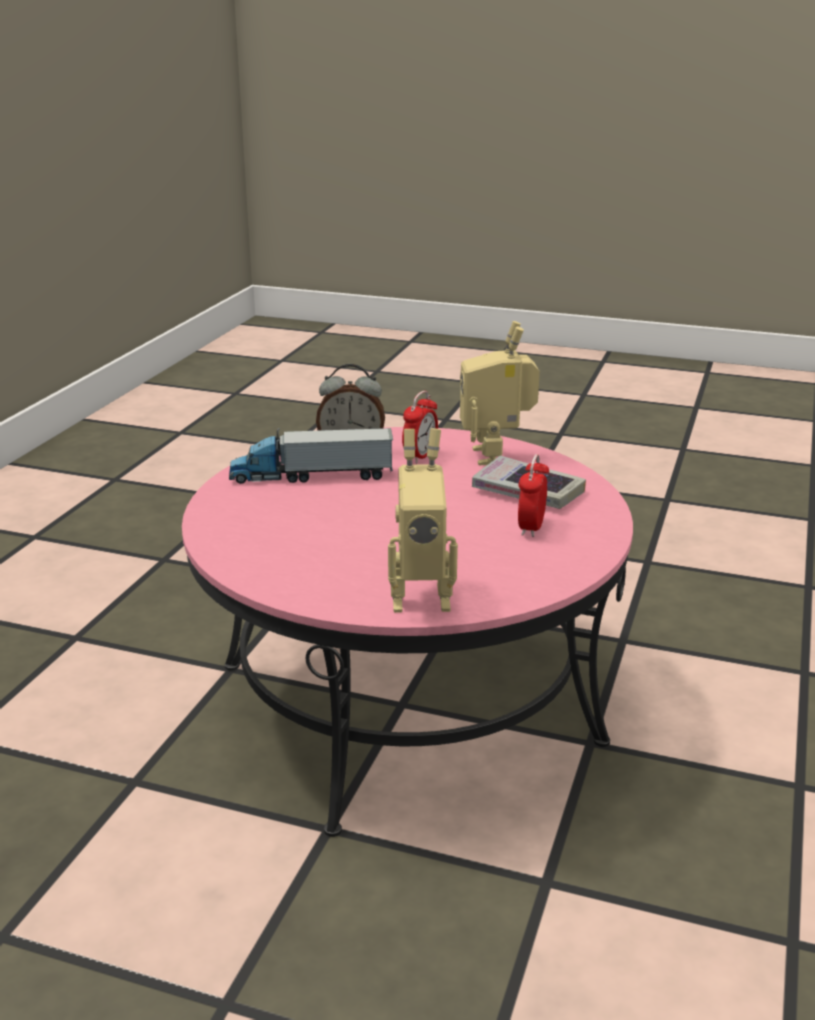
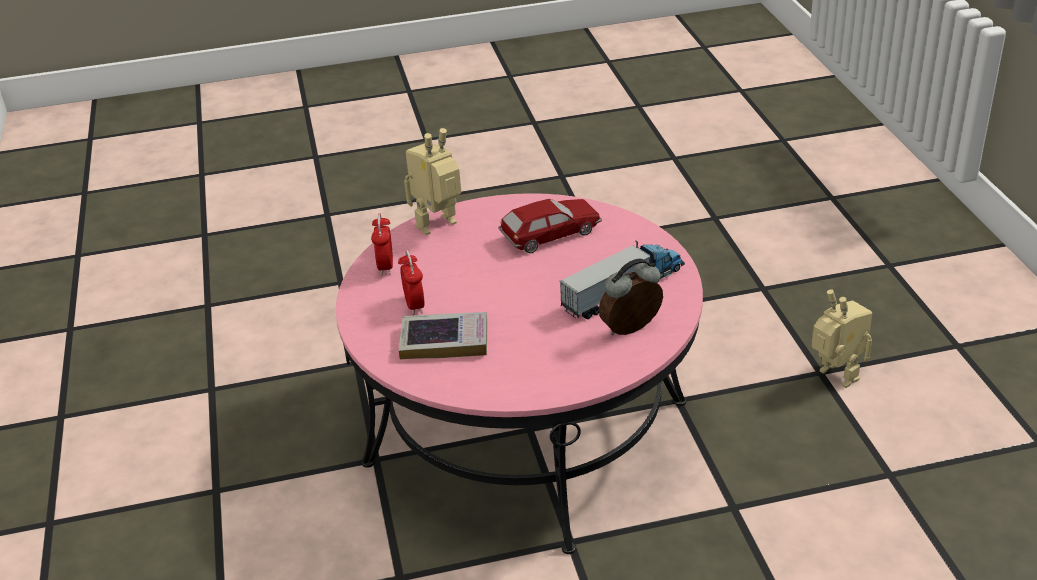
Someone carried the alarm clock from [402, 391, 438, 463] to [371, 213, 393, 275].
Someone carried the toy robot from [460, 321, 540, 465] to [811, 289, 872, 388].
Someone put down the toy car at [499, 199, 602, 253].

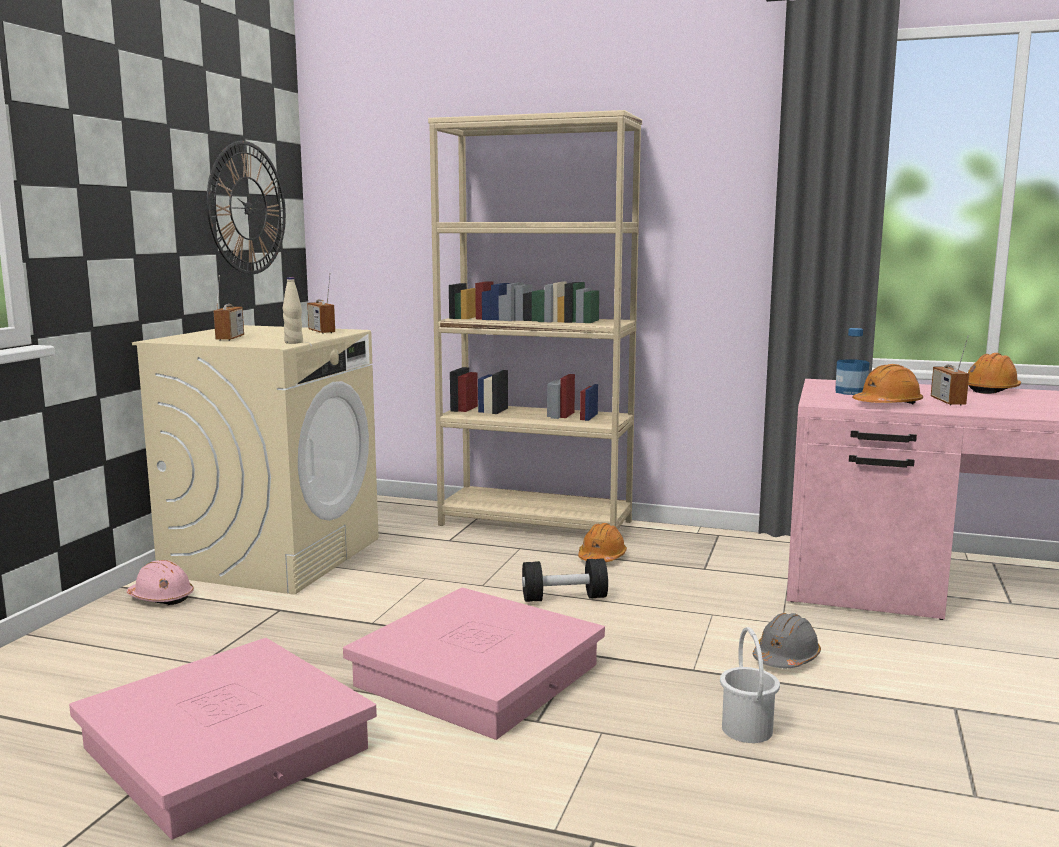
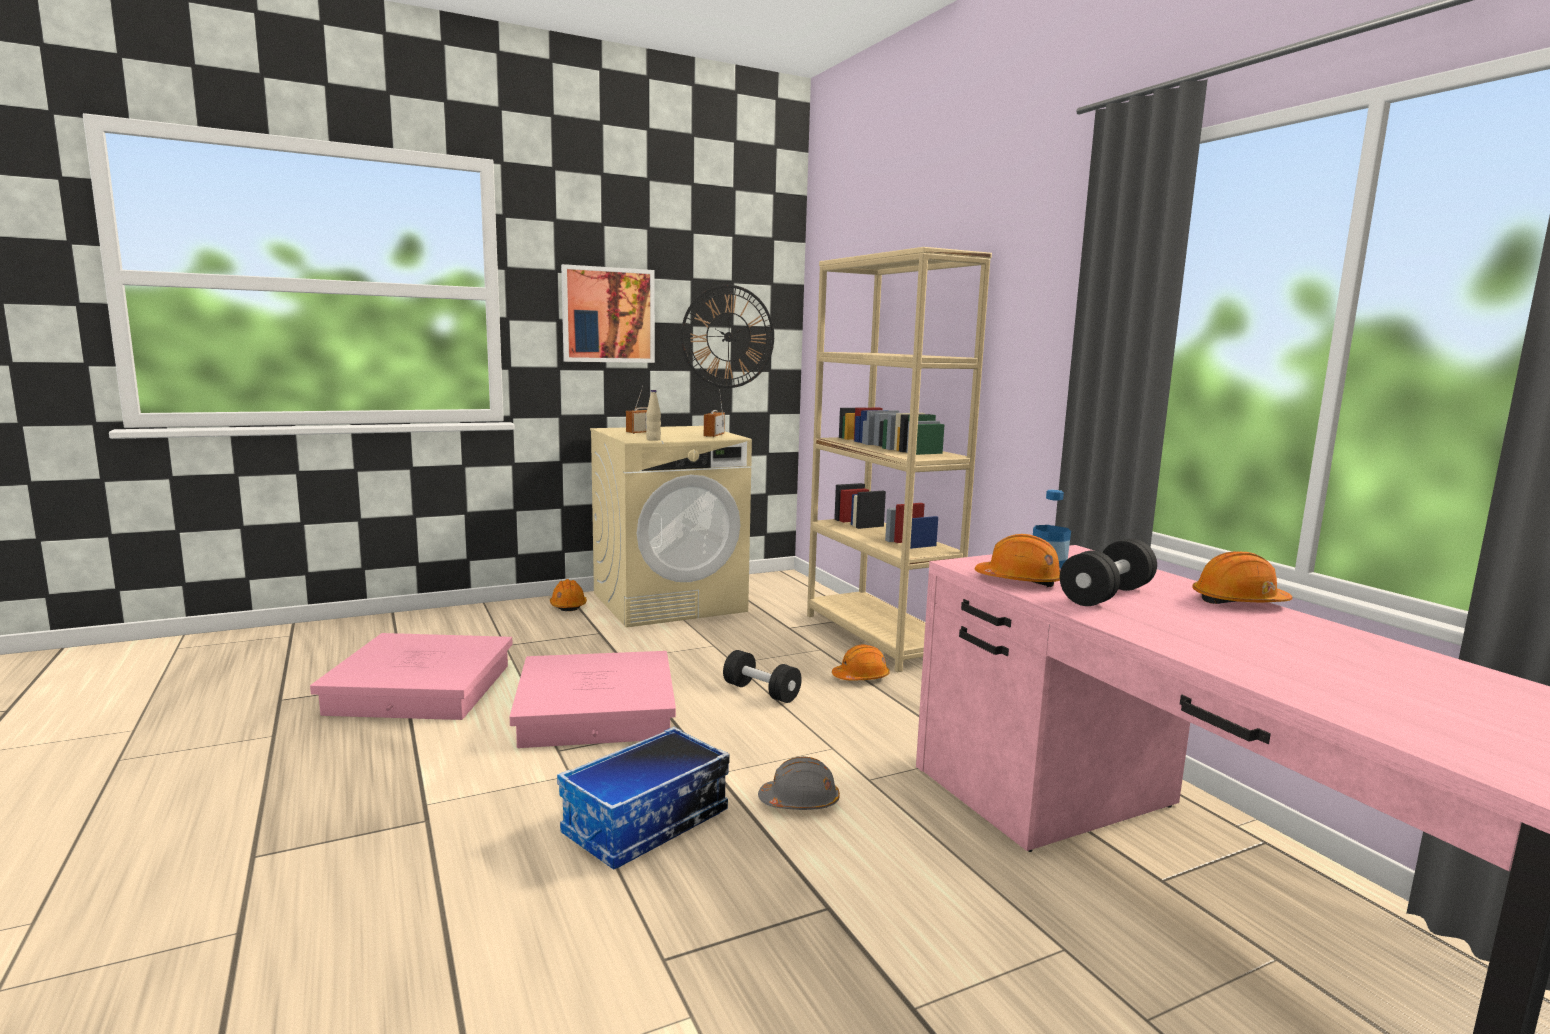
Someone repainted the pink hard hat at [127, 560, 194, 605], which became the orange hard hat at [550, 579, 587, 611].
Someone swapped the white bucket at [720, 627, 780, 743] for the storage box at [557, 727, 730, 870].
Someone swapped the radio at [931, 335, 969, 405] for the black dumbbell at [1060, 539, 1157, 606].
Someone put up the picture at [561, 264, 655, 363].

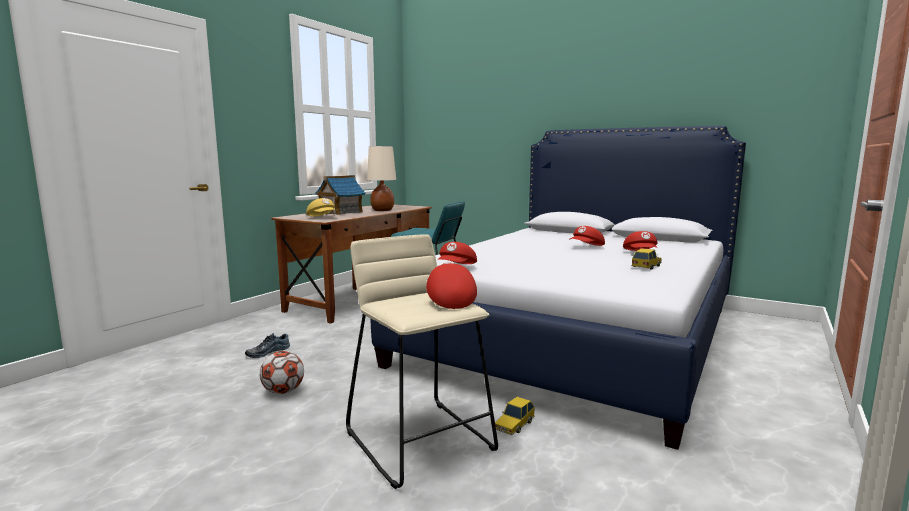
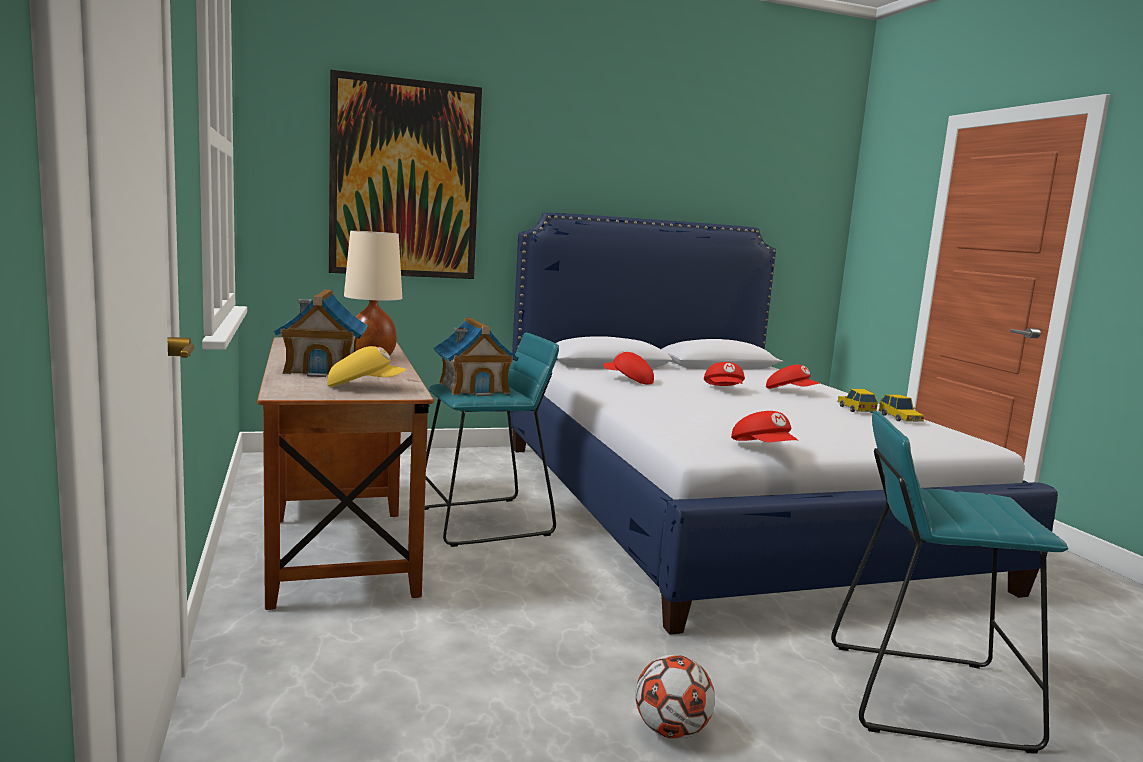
Someone took away the shoe at [245, 333, 290, 358].
Someone repainted the beige stool at [346, 234, 498, 489], which became the turquoise stool at [831, 411, 1069, 754].
Someone carried the red cap from [426, 262, 477, 309] to [603, 351, 654, 385].
Someone carried the toy car from [495, 397, 535, 435] to [879, 394, 924, 422].
Someone put up the picture at [329, 70, 482, 279].
Someone put down the toy house at [434, 317, 519, 396].

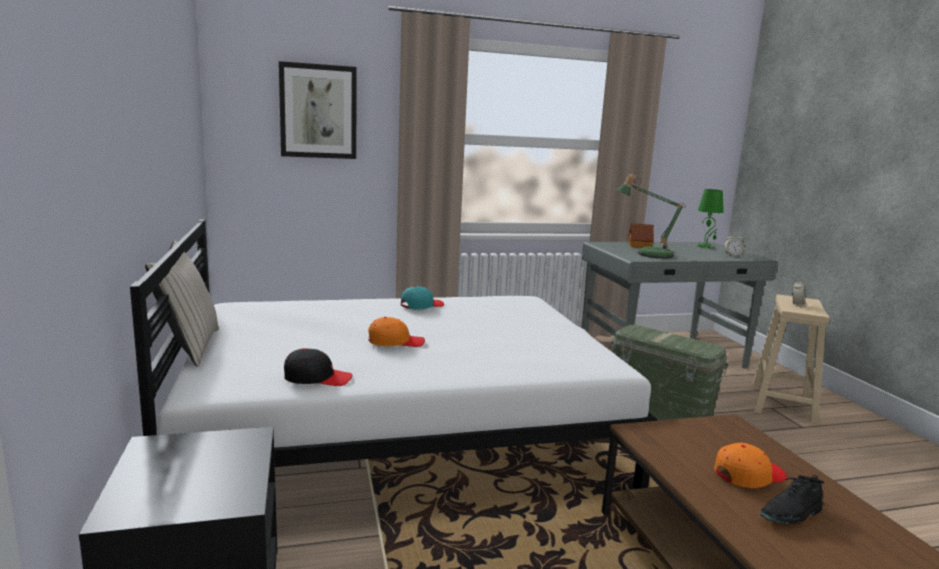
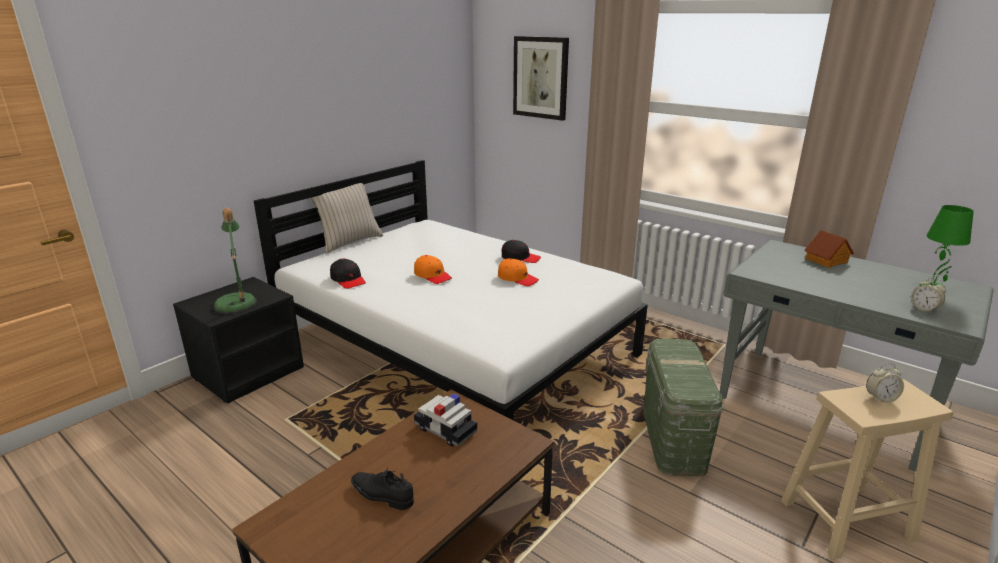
Someone repainted the turquoise cap at [401, 286, 444, 310], which became the black cap at [501, 240, 541, 263].
Someone carried the table lamp from [617, 174, 686, 259] to [213, 207, 257, 314].
Someone carried the orange cap from [714, 443, 787, 488] to [498, 258, 539, 286].
Someone put down the toy car at [414, 394, 477, 447].

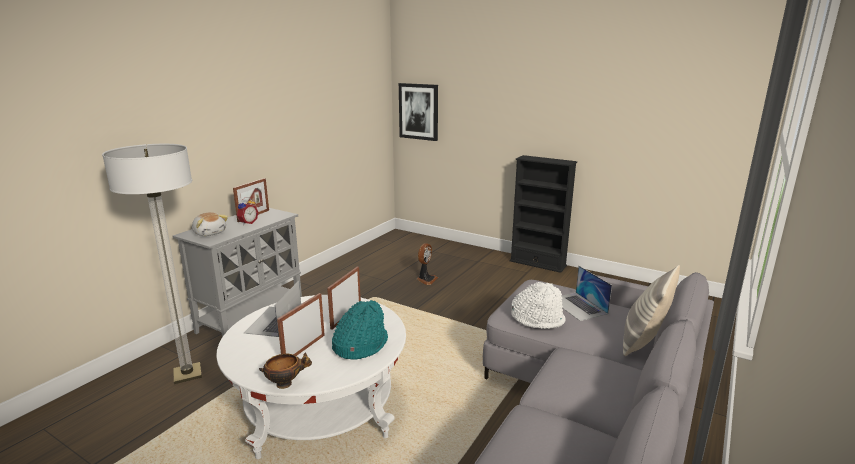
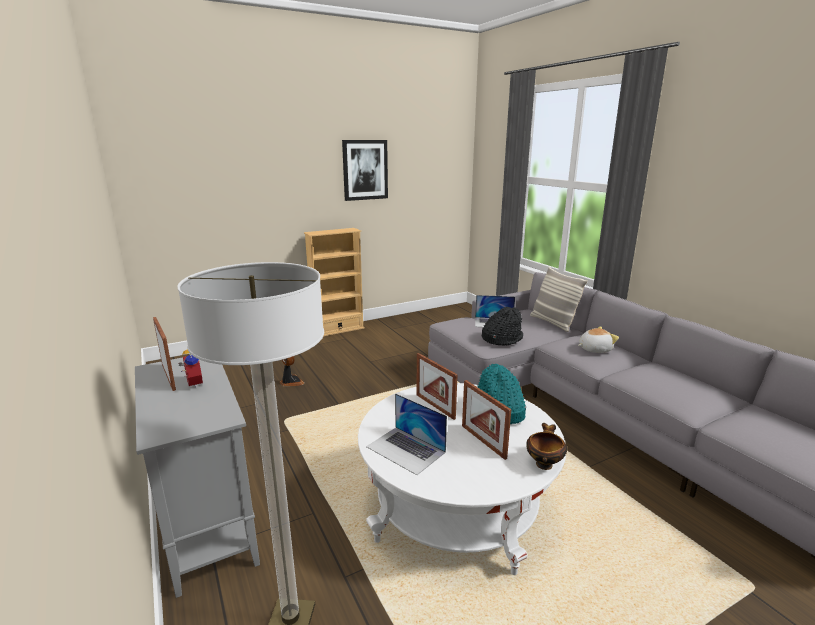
Someone carried the plush toy from [192, 212, 228, 236] to [578, 327, 619, 353].
Someone carried the picture from [399, 83, 438, 141] to [342, 140, 388, 201].
Someone repainted the black bookcase at [510, 155, 577, 273], which became the beige bookcase at [304, 228, 365, 337].
Someone repainted the white hat at [511, 282, 566, 329], which became the black hat at [482, 307, 523, 346].

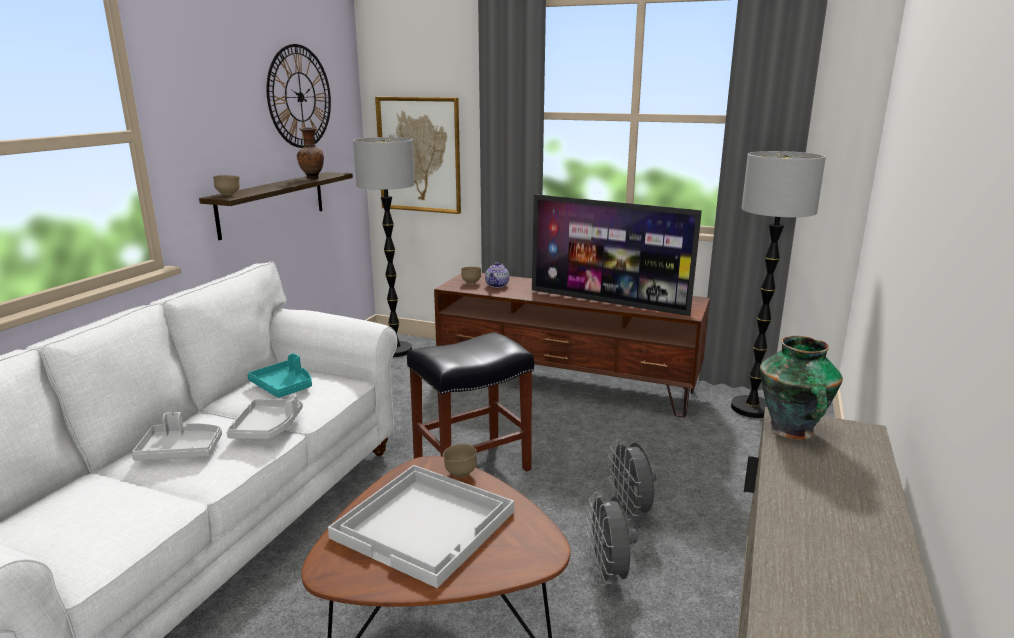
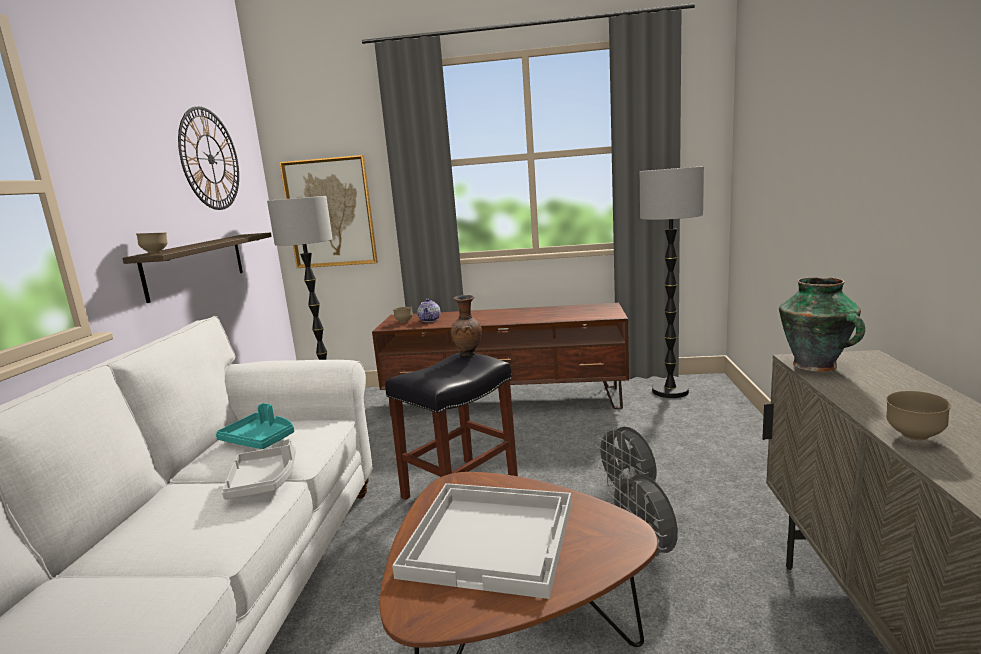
Someone took away the grey tray at [132, 412, 222, 461].
Someone carried the brown vase from [297, 127, 324, 180] to [451, 295, 482, 357].
Someone carried the brown bowl from [443, 444, 477, 477] to [886, 391, 951, 440].
Someone took away the television at [532, 194, 702, 316].

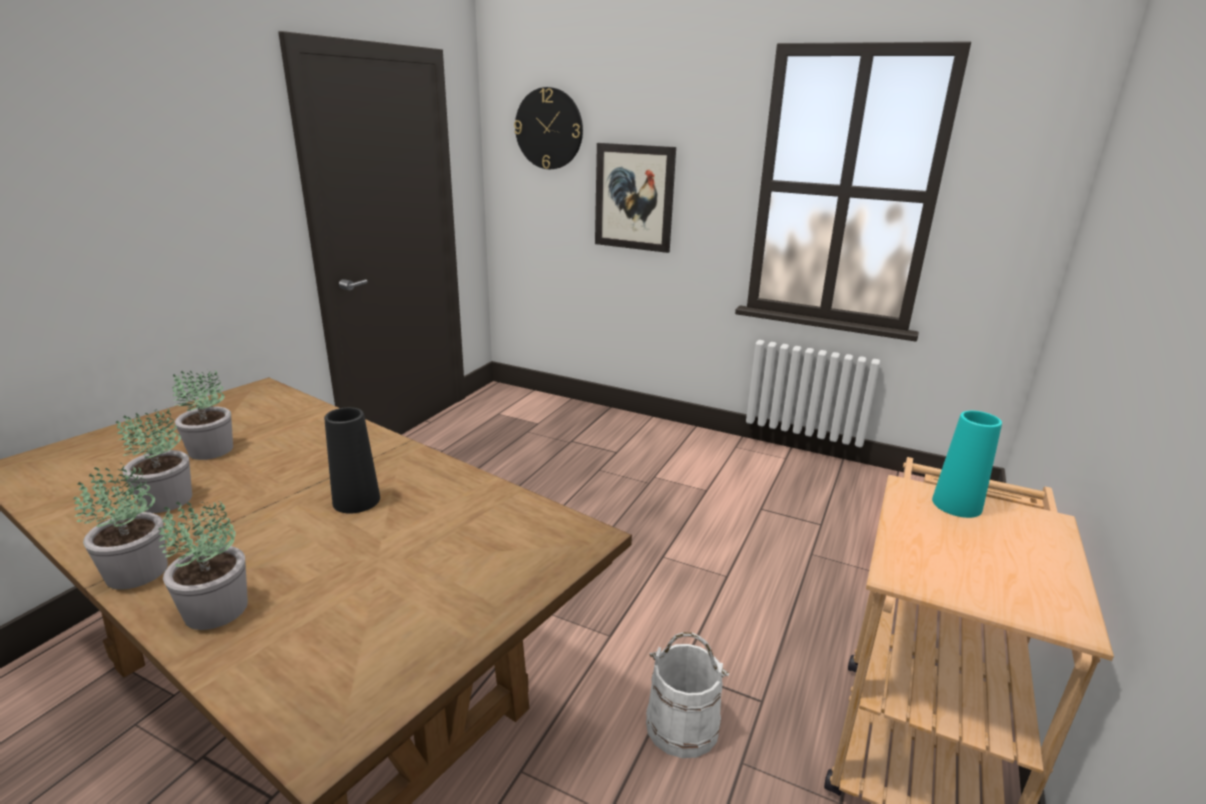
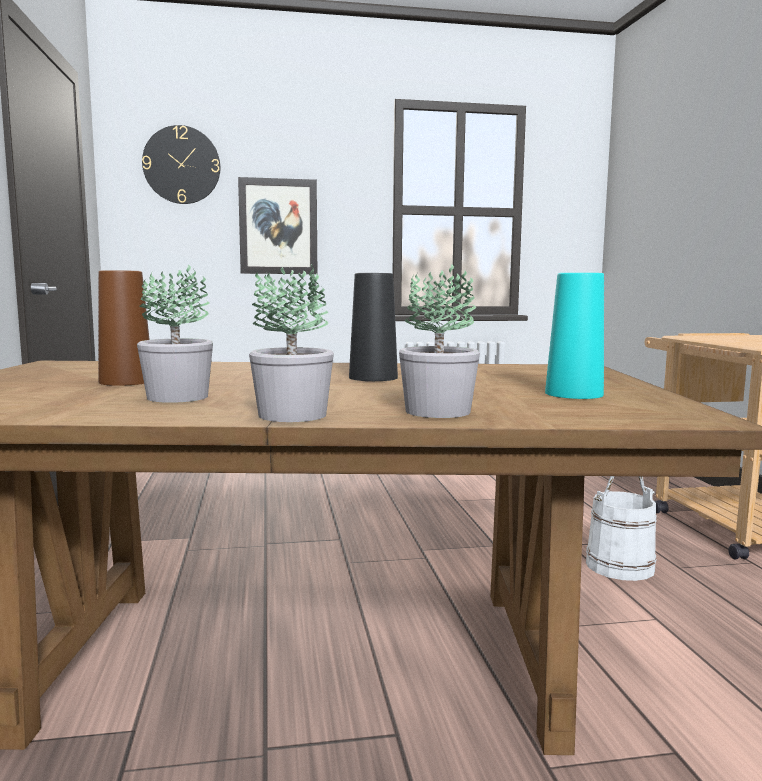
Someone swapped the potted plant at [172, 370, 233, 460] for the brown vase at [98, 270, 150, 386].
Someone carried the turquoise vase from [932, 411, 1002, 518] to [545, 273, 604, 399].

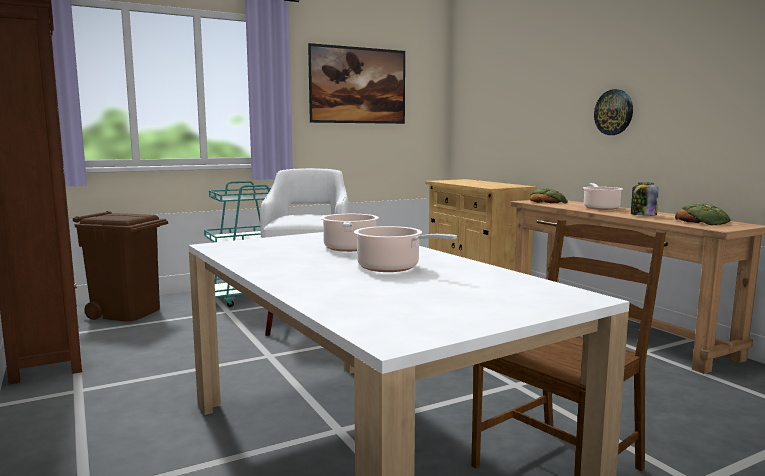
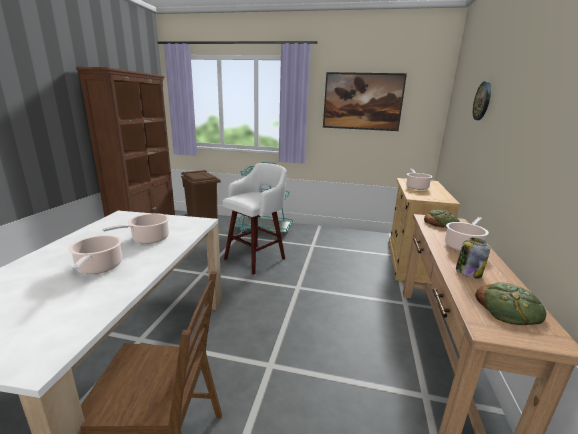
Someone carried the wall clock from [594, 89, 633, 135] to [473, 81, 491, 120].
Someone put down the cooking pot at [406, 169, 432, 190].

